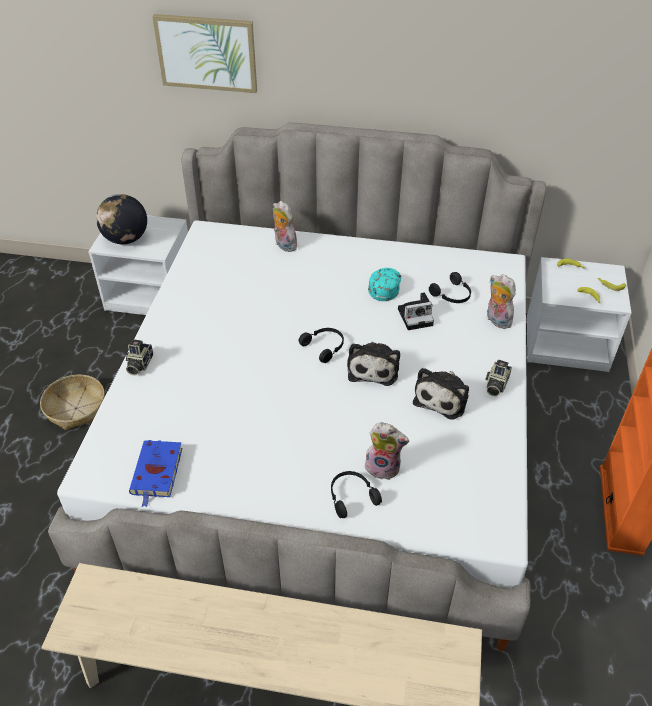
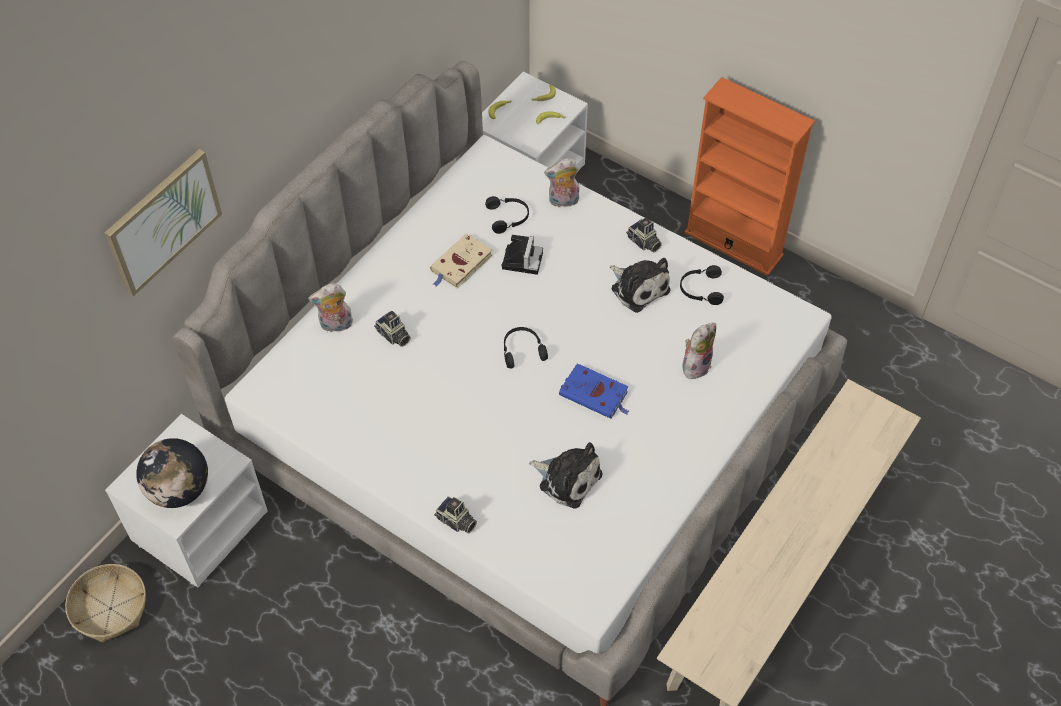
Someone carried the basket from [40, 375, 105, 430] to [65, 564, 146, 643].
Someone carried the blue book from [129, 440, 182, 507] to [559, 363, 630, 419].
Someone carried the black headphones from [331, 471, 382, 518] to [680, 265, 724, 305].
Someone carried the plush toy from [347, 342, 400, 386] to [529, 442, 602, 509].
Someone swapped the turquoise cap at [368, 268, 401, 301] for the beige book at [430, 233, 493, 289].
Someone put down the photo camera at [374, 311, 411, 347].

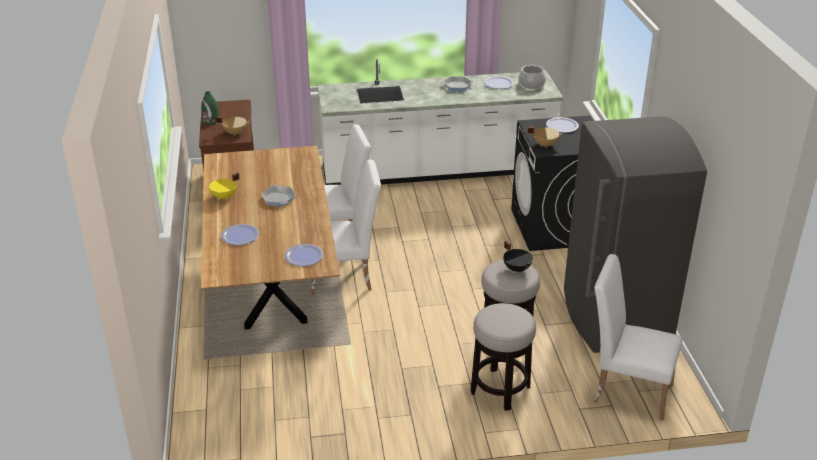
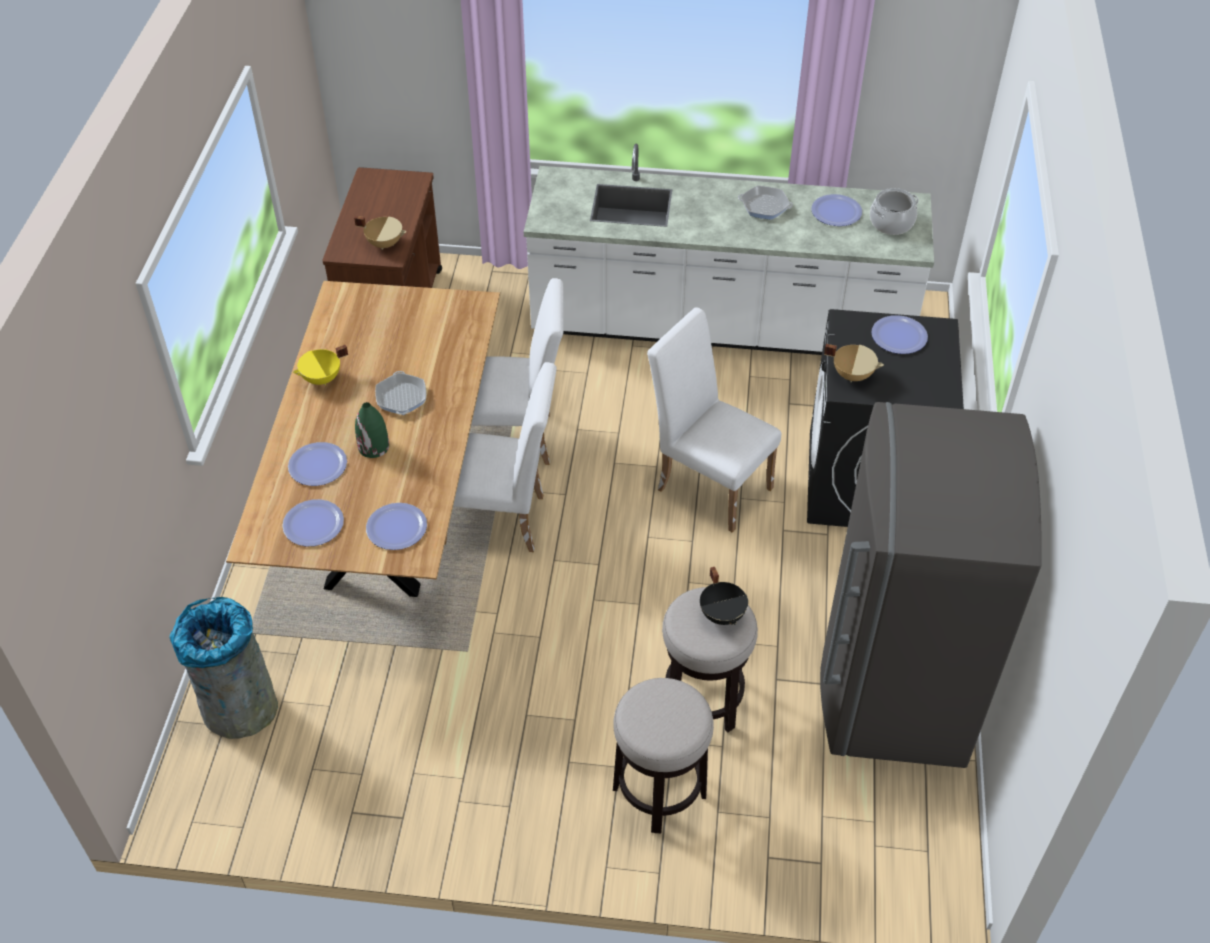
Someone carried the green vase from [201, 91, 219, 125] to [355, 402, 389, 458].
Someone carried the white chair from [593, 254, 682, 421] to [647, 307, 781, 532].
Someone put down the grey trash can at [170, 597, 278, 739].
Someone put down the plate at [282, 499, 344, 546].

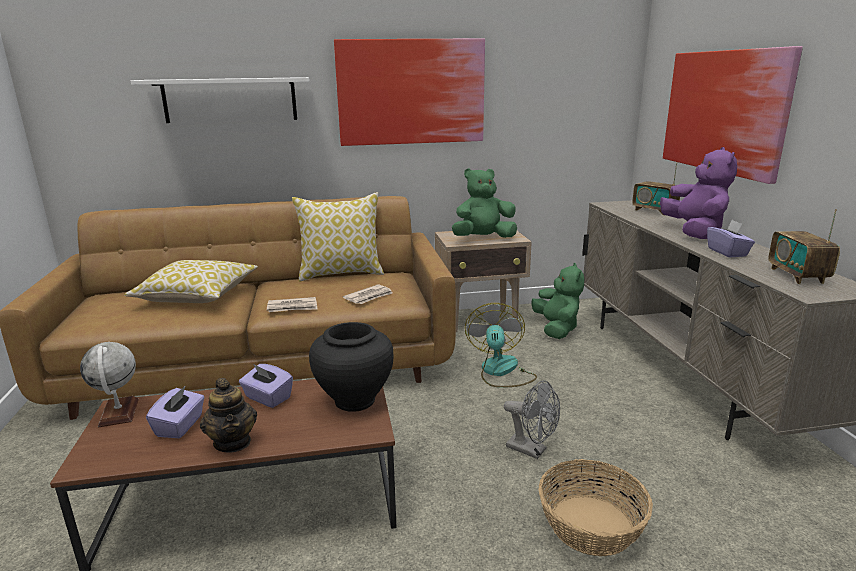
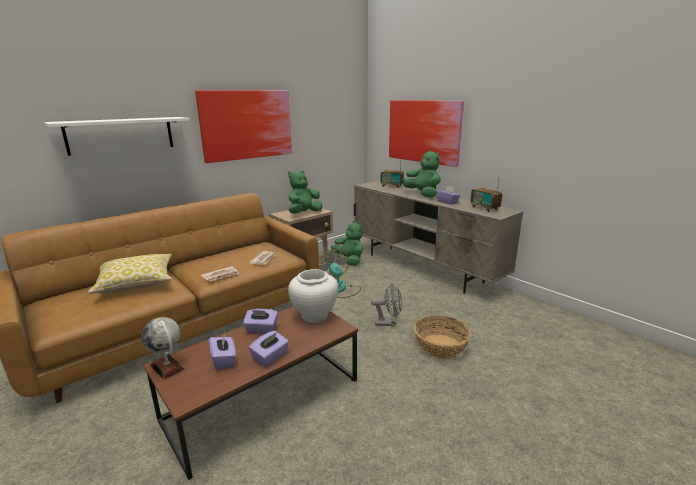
Someone swapped the teapot at [200, 378, 257, 453] for the purple tissue box at [249, 331, 289, 367].
Someone took away the pillow at [292, 192, 384, 282].
Someone repainted the black vase at [309, 322, 393, 412], which became the white vase at [288, 269, 338, 323].
Someone repainted the purple plush toy at [660, 147, 737, 239], which became the green plush toy at [402, 150, 441, 198].

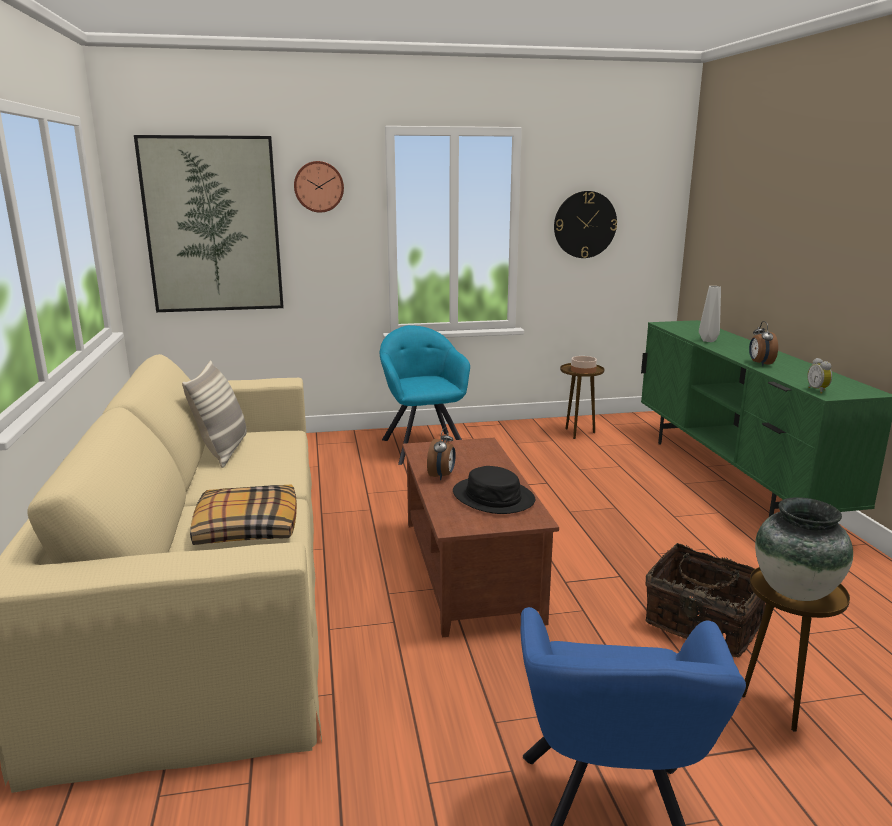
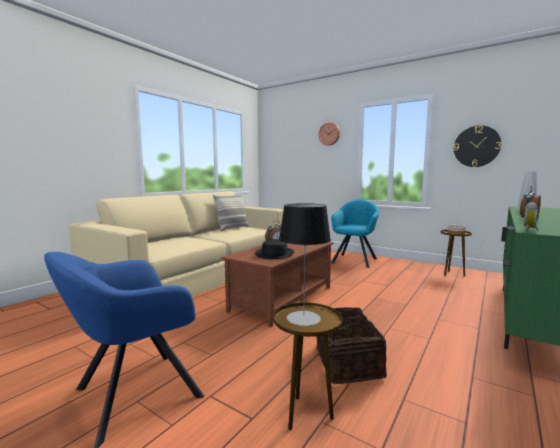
Someone took away the picture at [134, 135, 284, 312].
Someone took away the pillow at [190, 484, 297, 545].
Someone swapped the vase at [755, 497, 853, 601] for the table lamp at [279, 203, 331, 326].

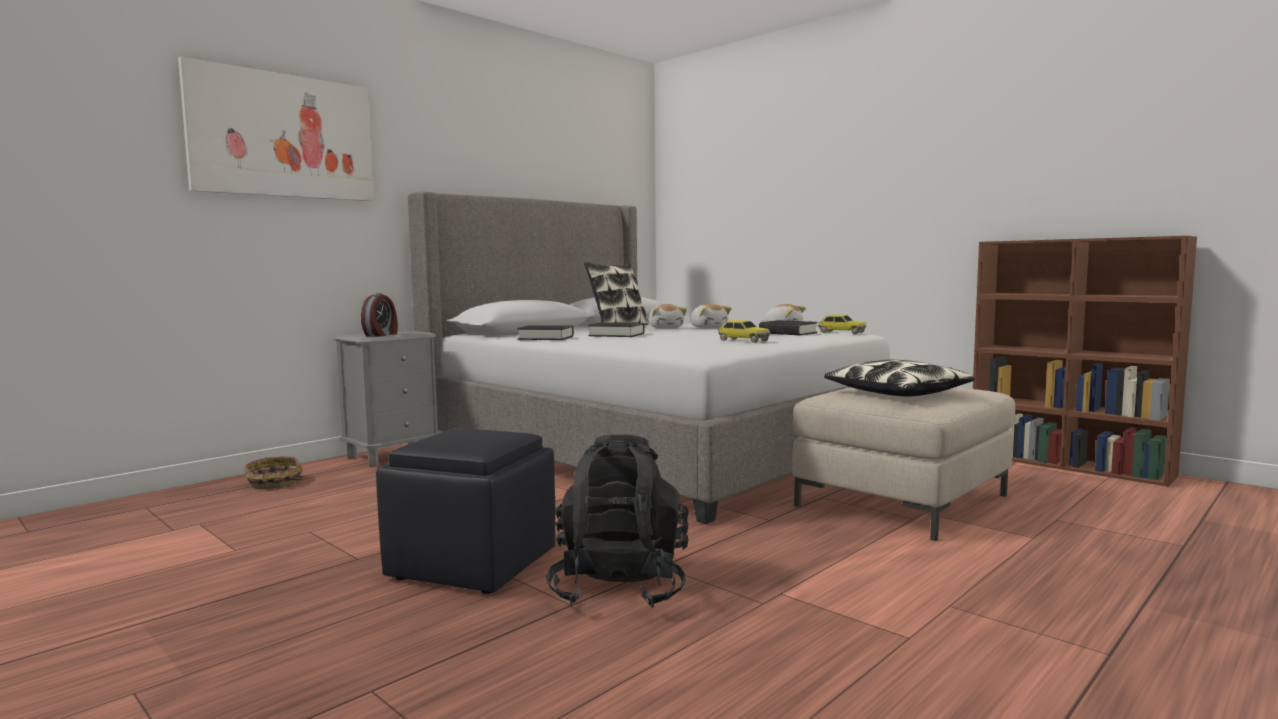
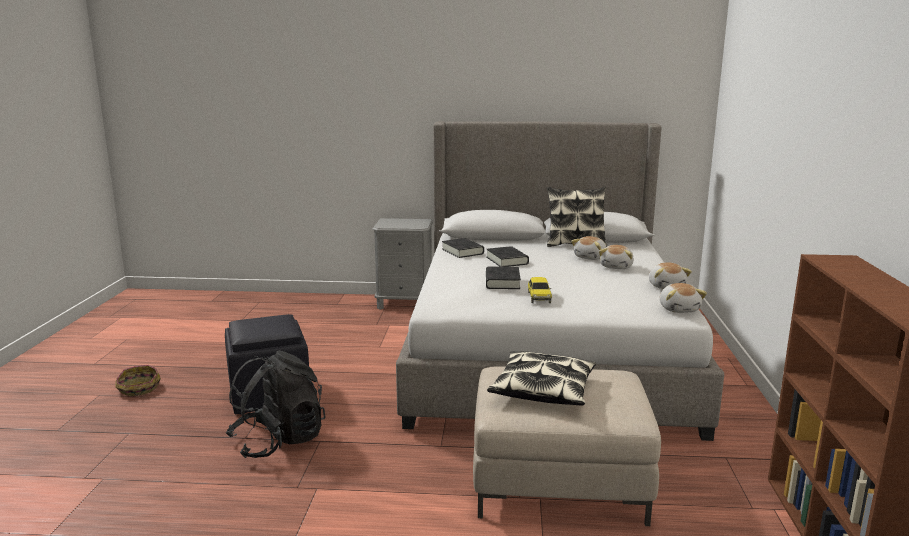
Someone took away the picture at [178, 57, 374, 201].
Someone carried the basket from [245, 456, 303, 489] to [116, 365, 161, 396].
Someone took away the alarm clock at [361, 293, 398, 336].
Someone carried the black book from [759, 320, 818, 335] to [486, 266, 521, 289].
Someone swapped the toy car at [818, 315, 866, 334] for the plush toy at [660, 283, 707, 313].

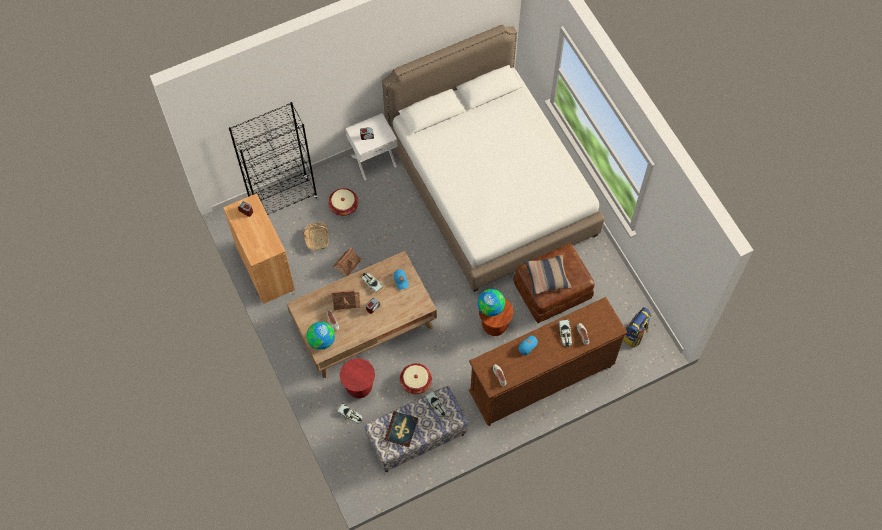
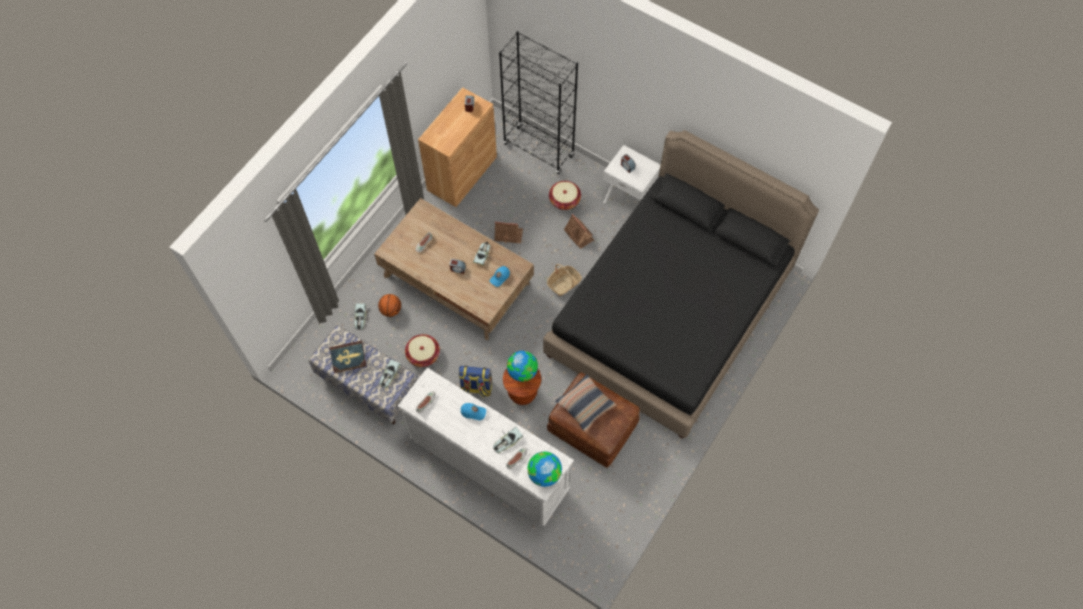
Someone carried the basket from [303, 222, 329, 250] to [547, 264, 582, 296].
Someone carried the globe from [306, 322, 335, 350] to [528, 452, 562, 487].
Someone carried the toy house from [332, 290, 360, 310] to [564, 214, 594, 249].
Someone swapped the red stool at [340, 358, 375, 398] for the basketball at [378, 294, 401, 317].
Someone repainted the white bed at [382, 24, 605, 292], which became the black bed at [543, 130, 819, 439].
Someone repainted the brown dresser at [469, 297, 627, 426], which became the white dresser at [398, 368, 574, 526].
Someone carried the backpack from [623, 307, 651, 348] to [459, 366, 492, 398].

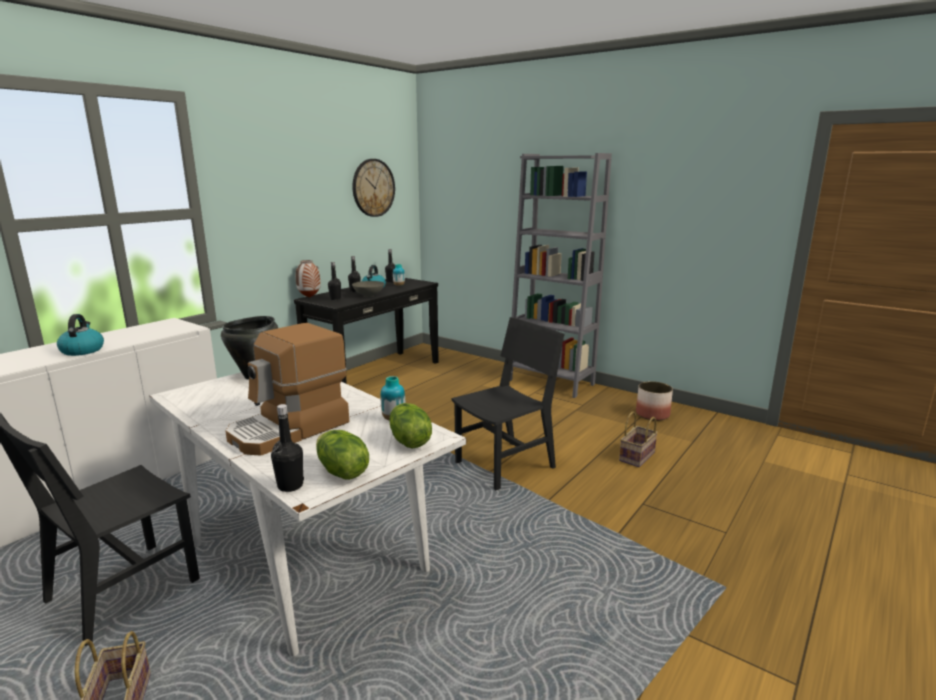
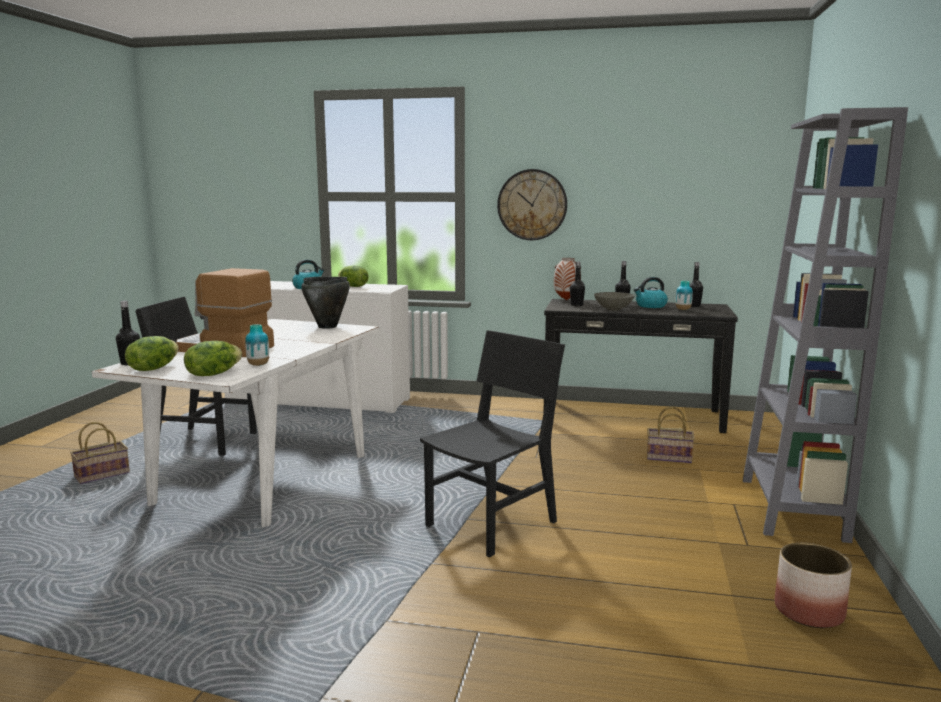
Someone carried the wall clock from [352, 159, 395, 217] to [497, 169, 567, 240].
Someone rotated the black chair at [451, 317, 565, 490] by 75 degrees counterclockwise.
Someone carried the basket from [619, 411, 658, 467] to [647, 407, 694, 463].
Someone put down the lettuce at [338, 265, 369, 287].

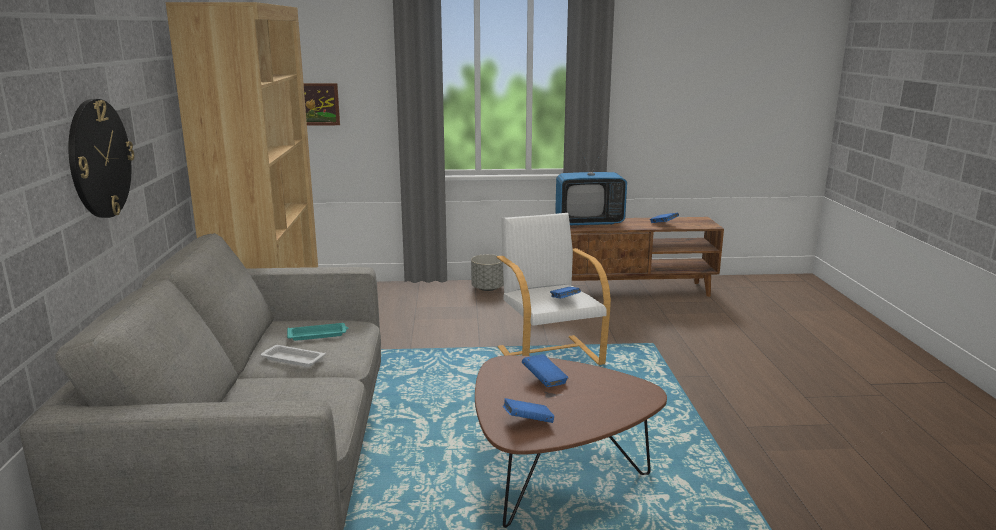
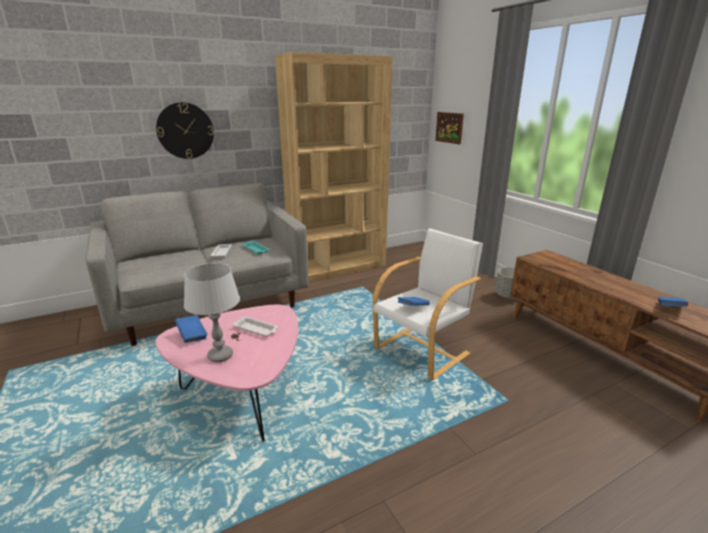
Someone repainted the brown coffee table at [475, 355, 667, 528], which became the pink coffee table at [155, 305, 298, 441].
Someone swapped the blue book at [522, 354, 569, 387] for the white tray at [233, 316, 278, 337].
Someone took away the television at [555, 142, 627, 226].
Someone put down the grey table lamp at [184, 263, 240, 362].

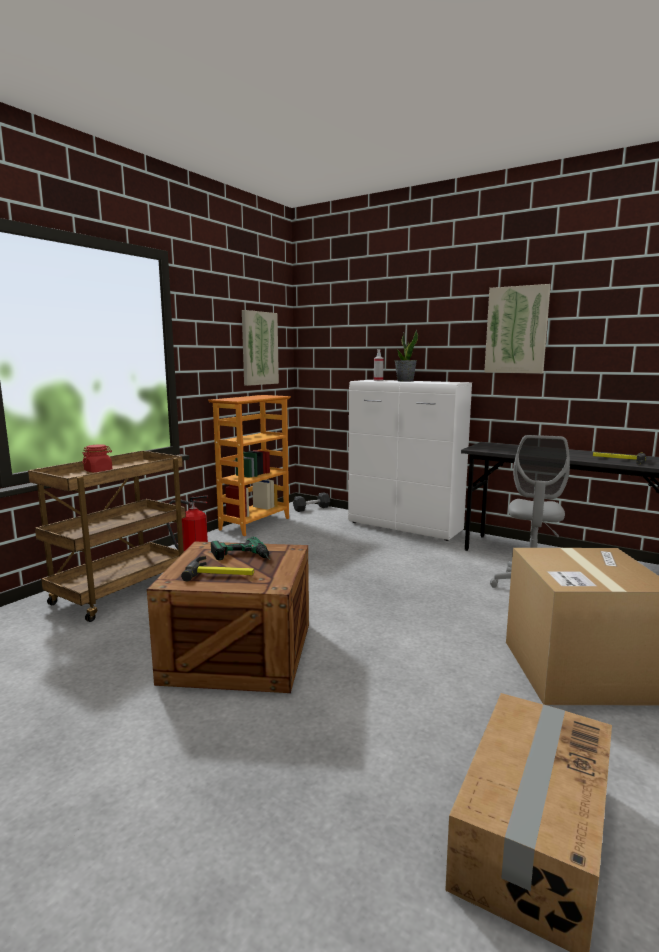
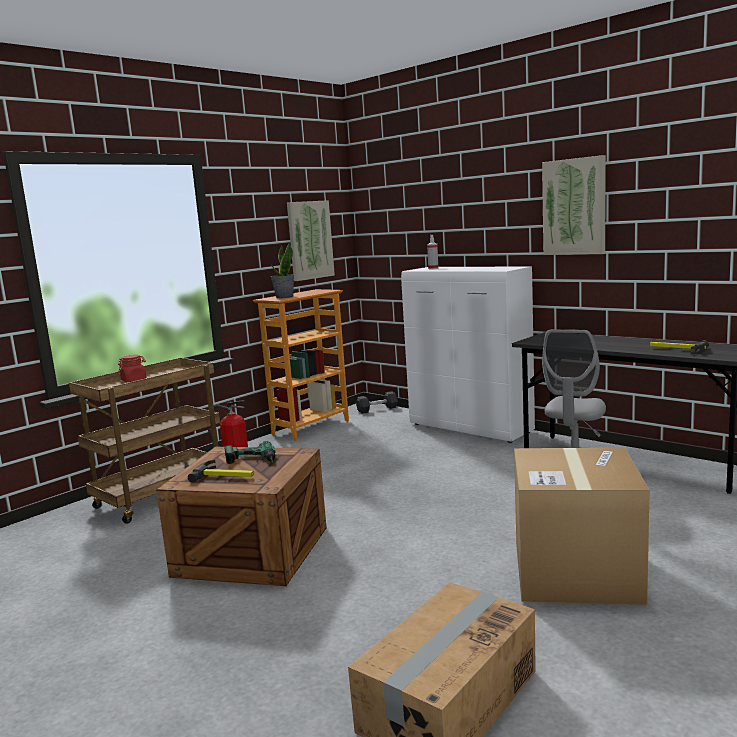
Someone carried the potted plant from [394, 330, 418, 381] to [270, 243, 294, 298].

